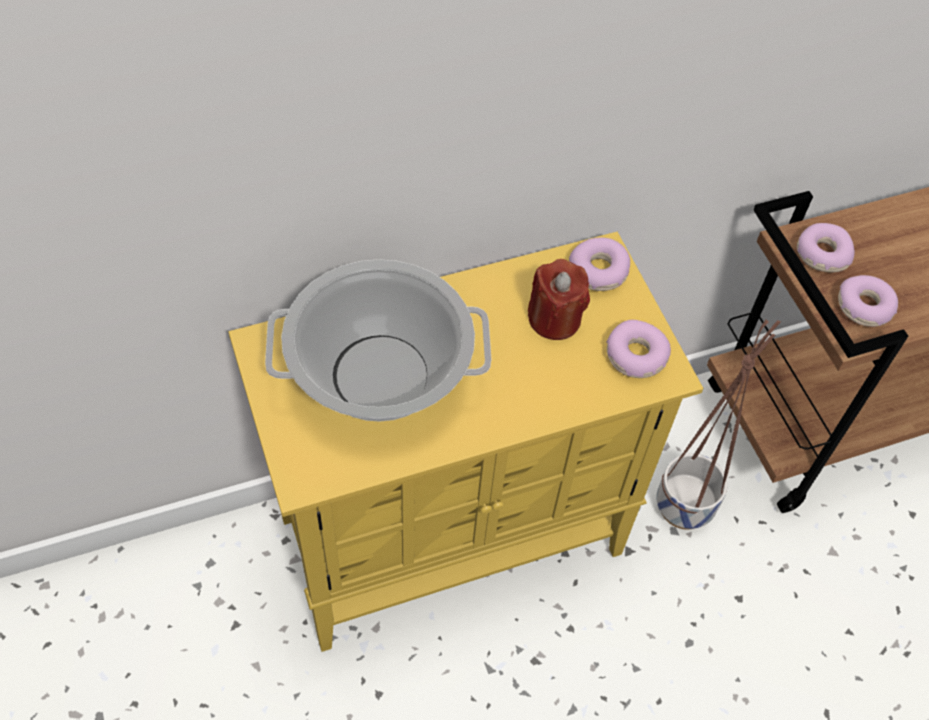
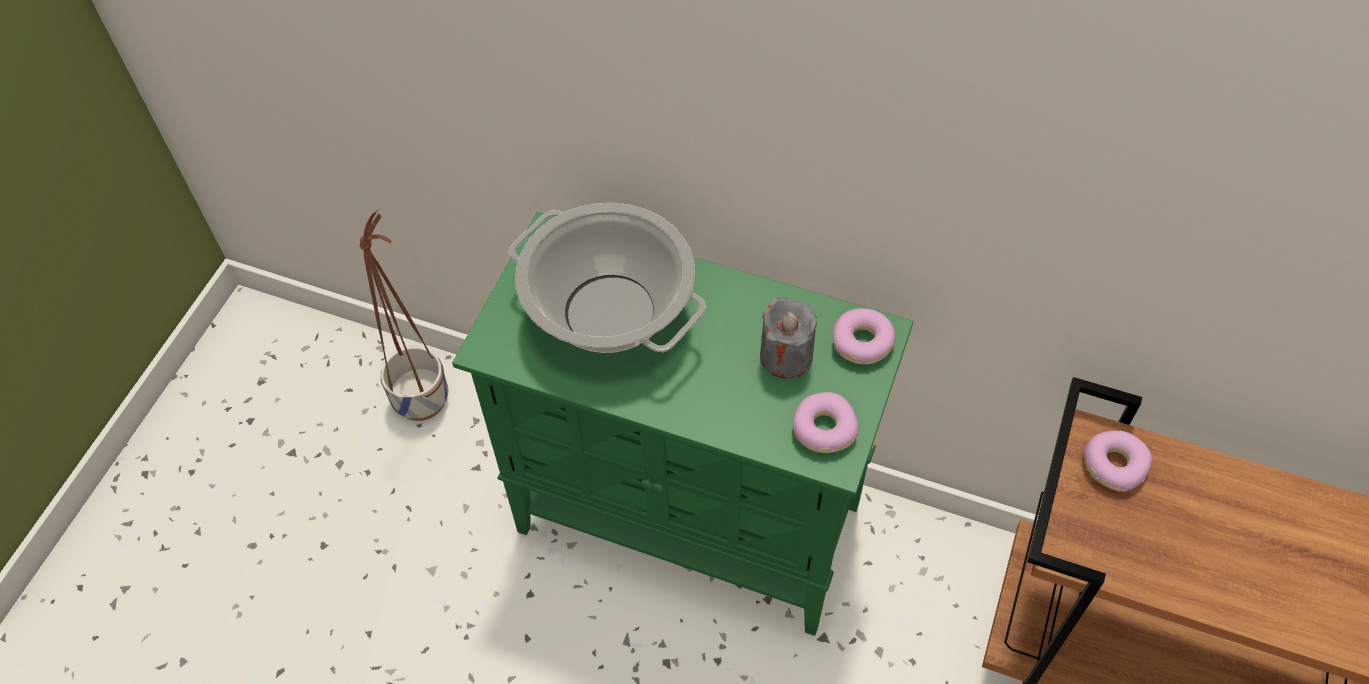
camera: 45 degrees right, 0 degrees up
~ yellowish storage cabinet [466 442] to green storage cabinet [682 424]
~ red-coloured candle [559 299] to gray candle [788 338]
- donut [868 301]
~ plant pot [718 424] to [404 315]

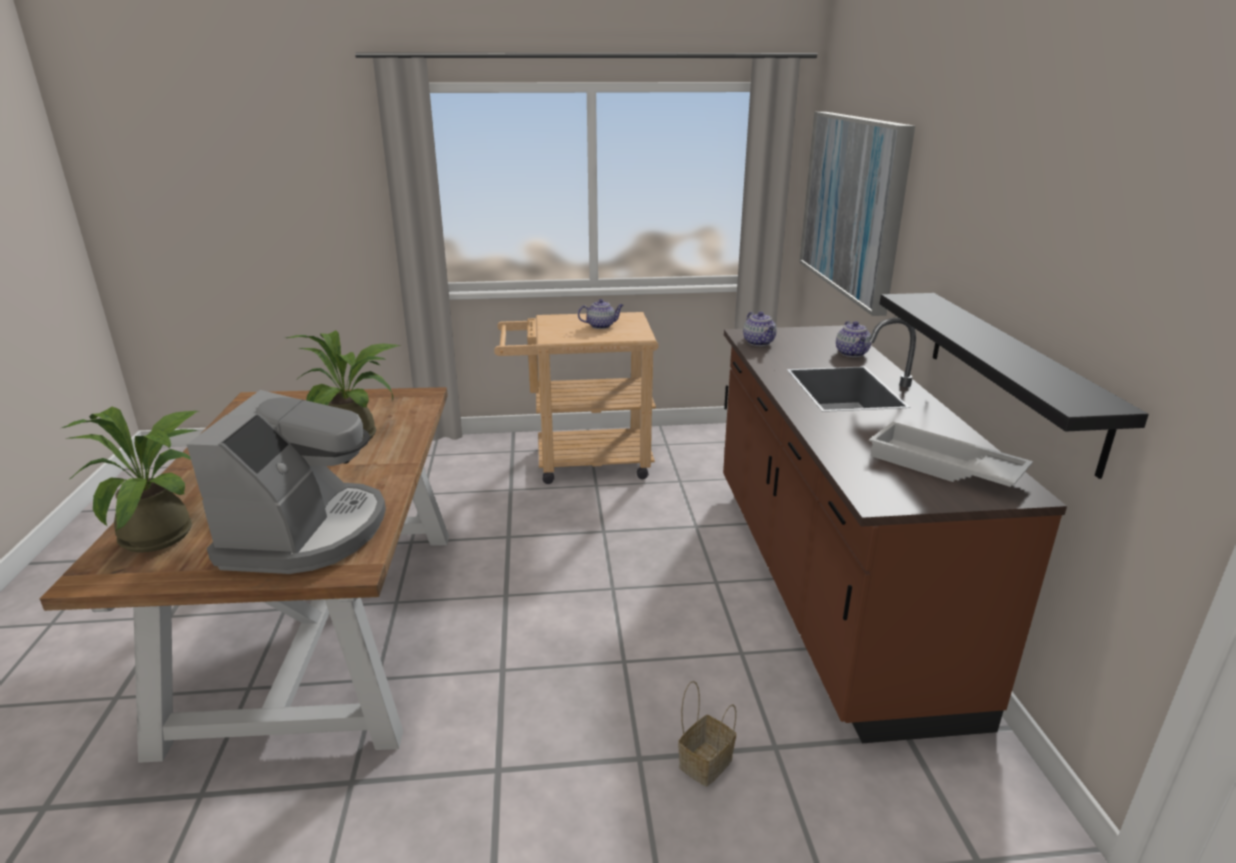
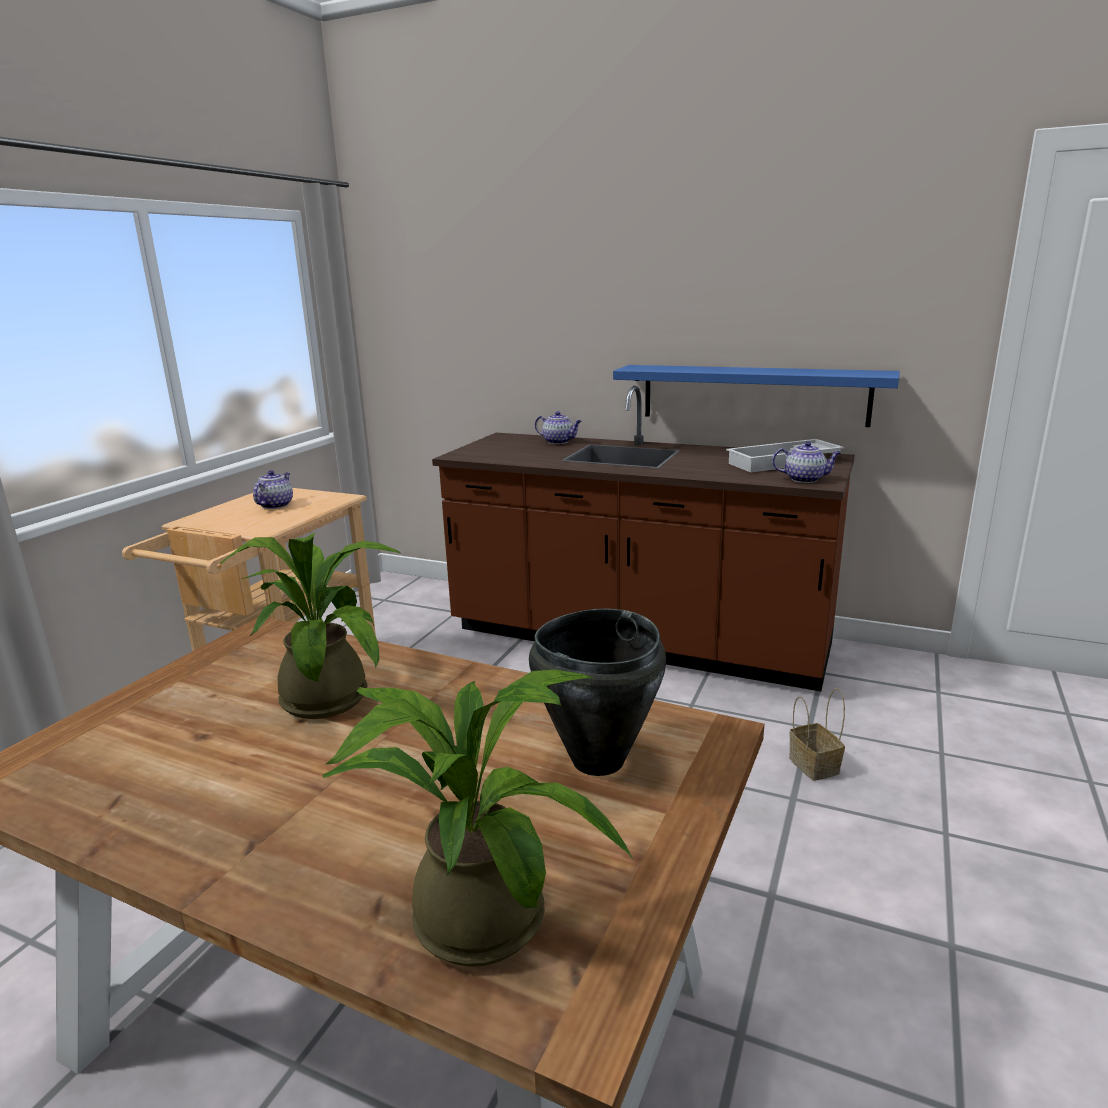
camera: 60 degrees left, 5 degrees down
- wall art [857 214]
~ black wall shelf [1014 386] to blue wall shelf [756 396]
~ teapot [760 329] to [806 462]
~ coffee machine [286 482] to black cooking pot [597 692]

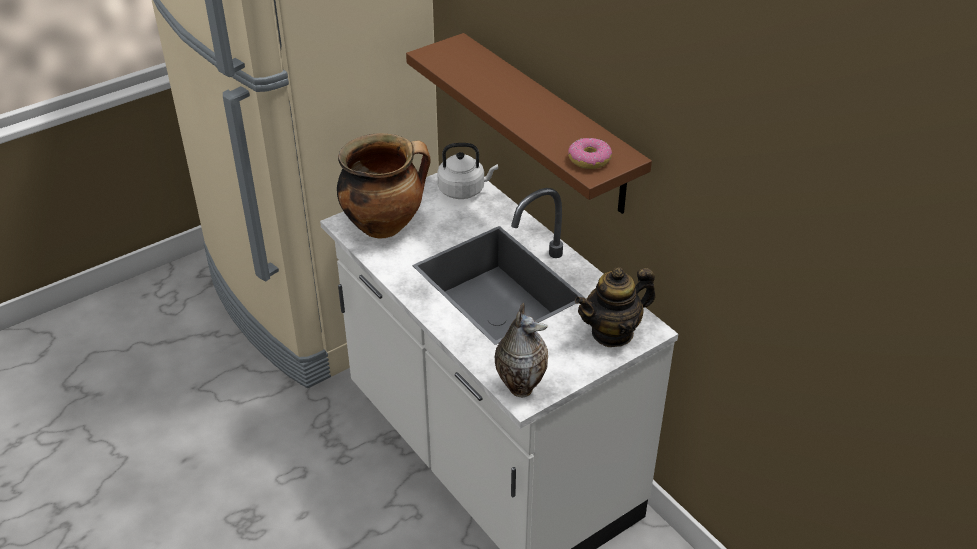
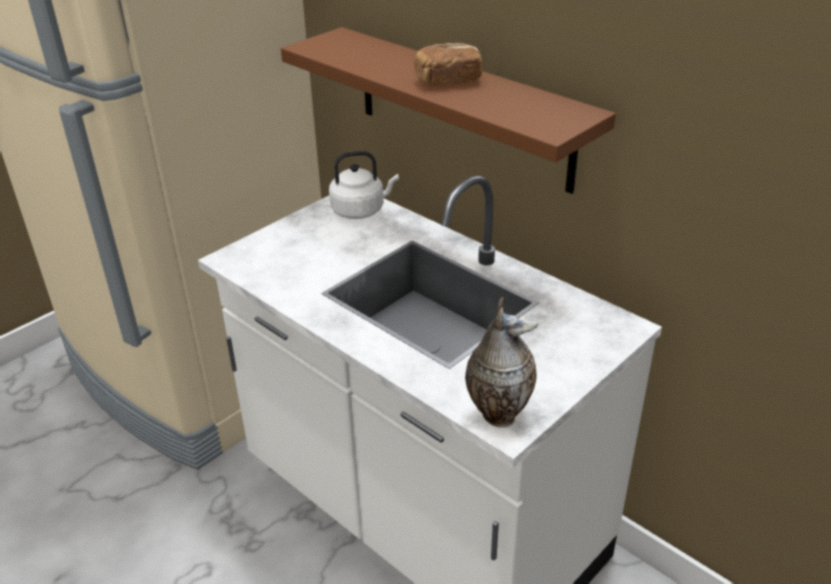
camera: 10 degrees left, 5 degrees down
- cooking pot [383 186]
- donut [590 153]
- teapot [615 307]
+ bread [448 63]

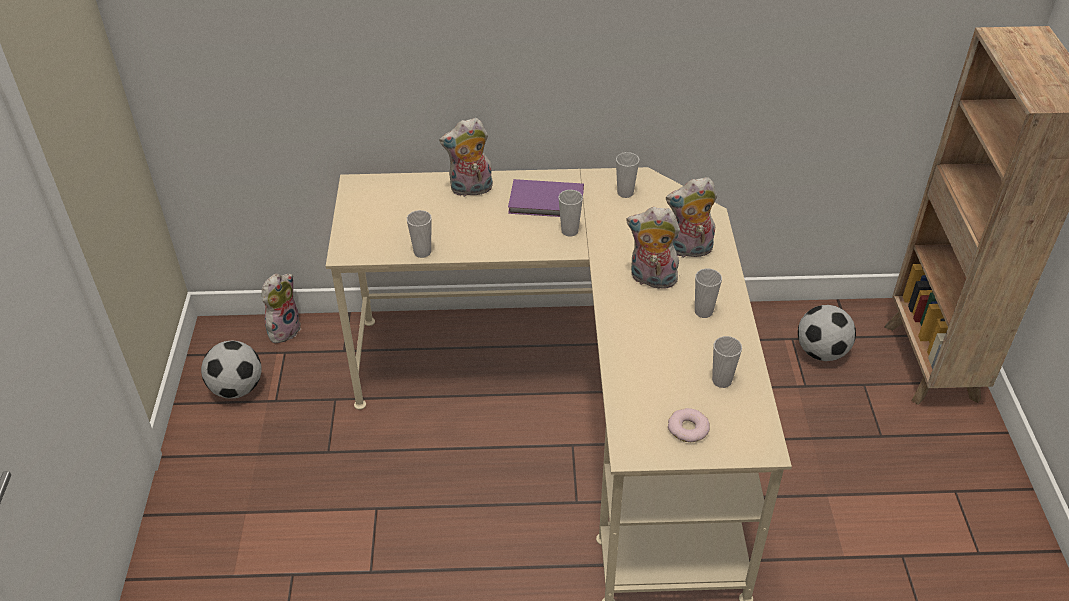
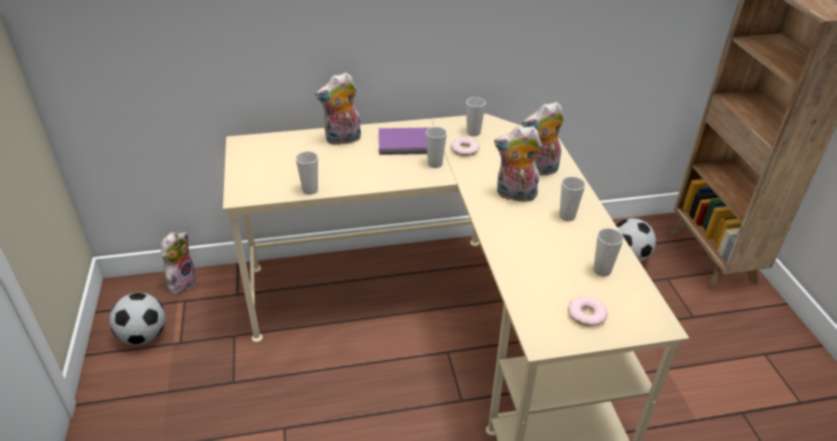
camera: 10 degrees left, 5 degrees down
+ donut [465 146]

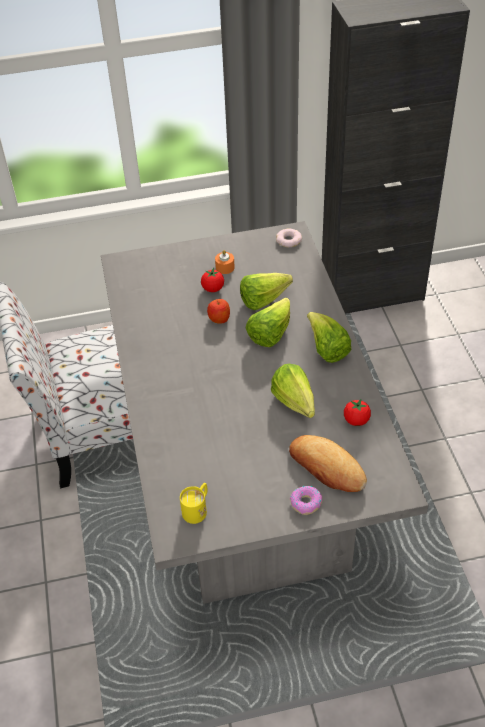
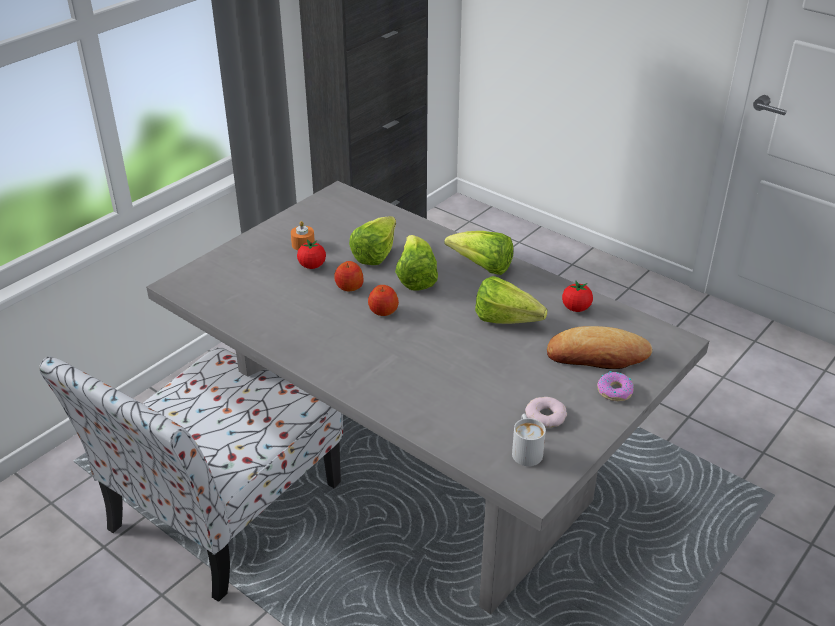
camera: 40 degrees left, 10 degrees down
~ donut [289 238] to [546 412]
~ yellowish tea mug [193 503] to white-coloured tea mug [529 440]
+ apple [383 300]

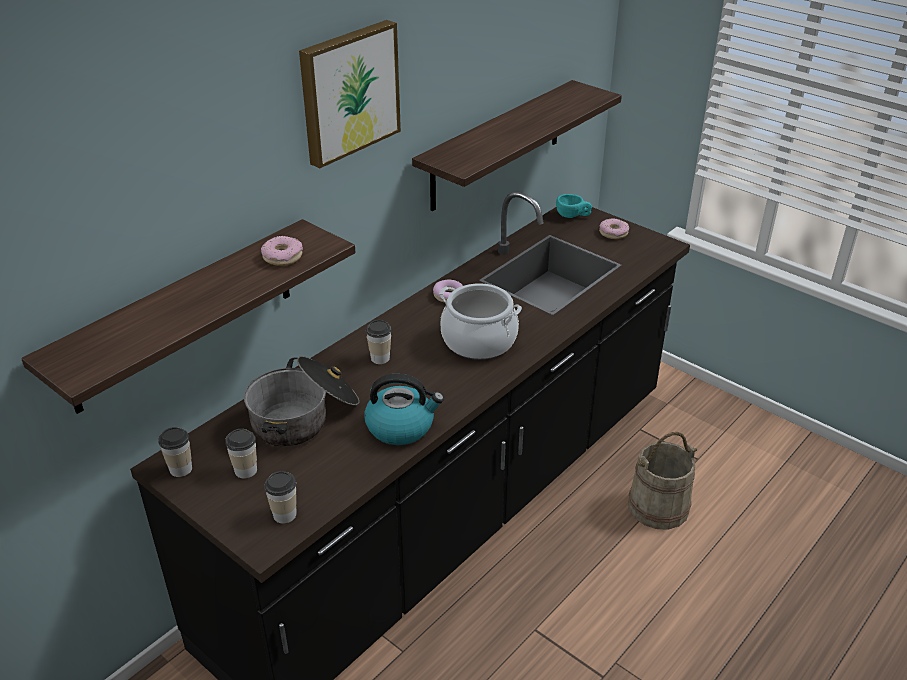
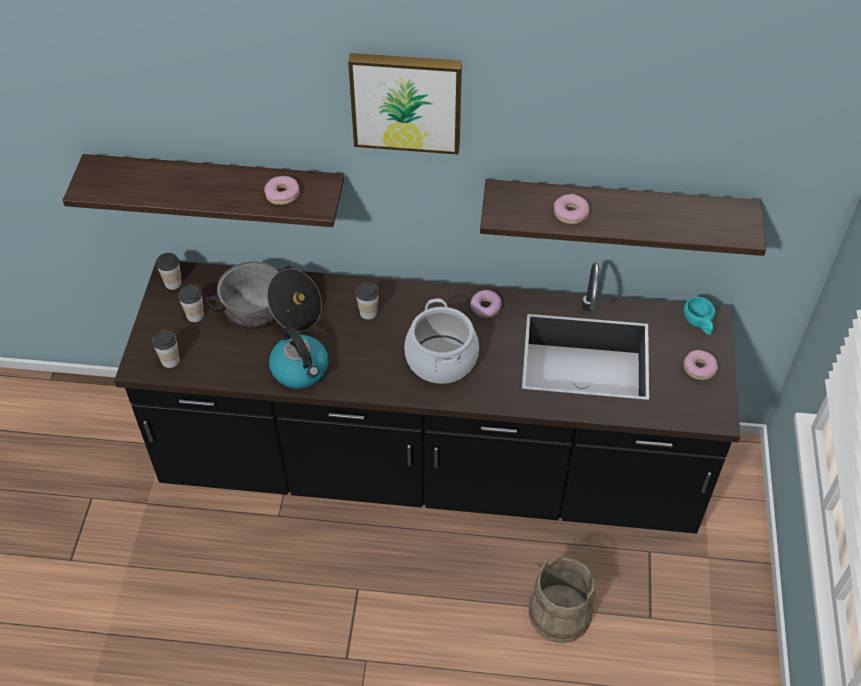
camera: 55 degrees right, 15 degrees up
+ donut [572 209]

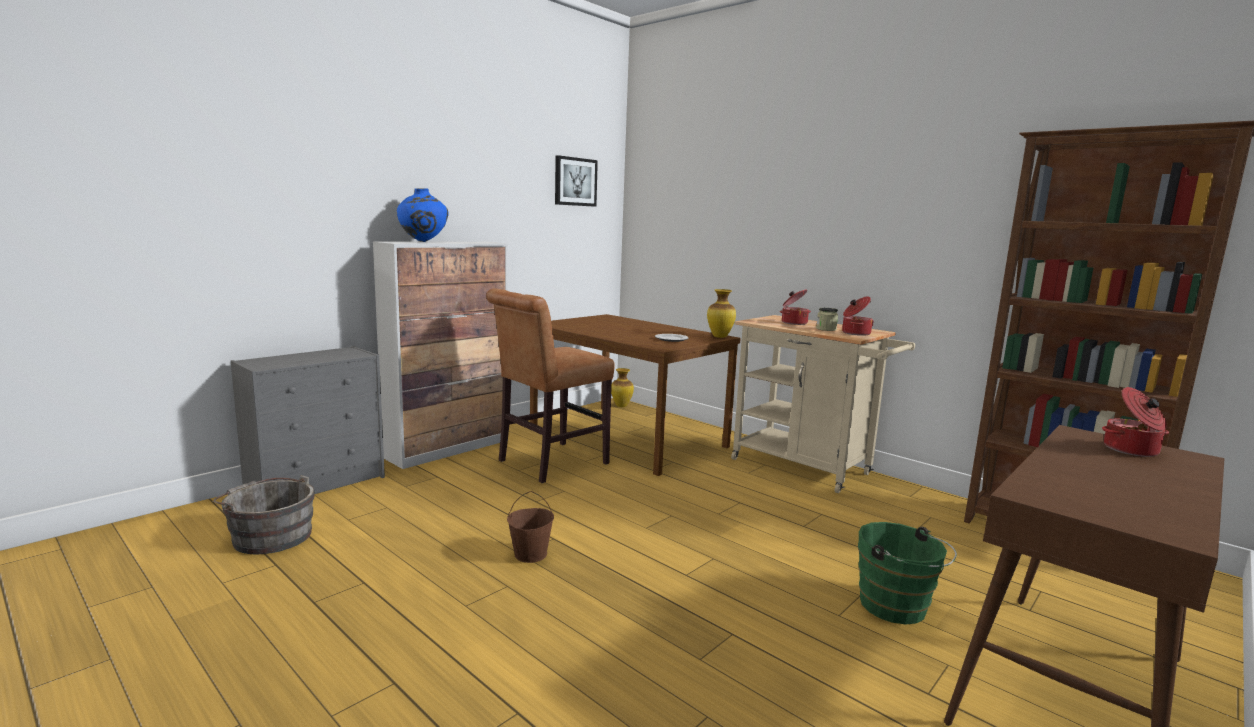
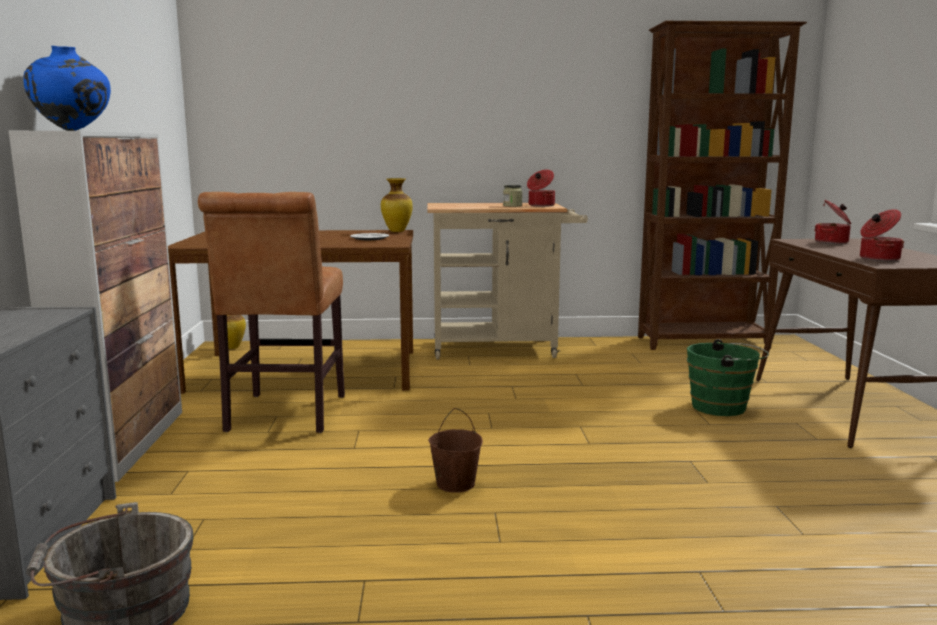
camera: 45 degrees left, 0 degrees up
- wall art [576 181]
~ cooking pot [795 307] to [882 235]

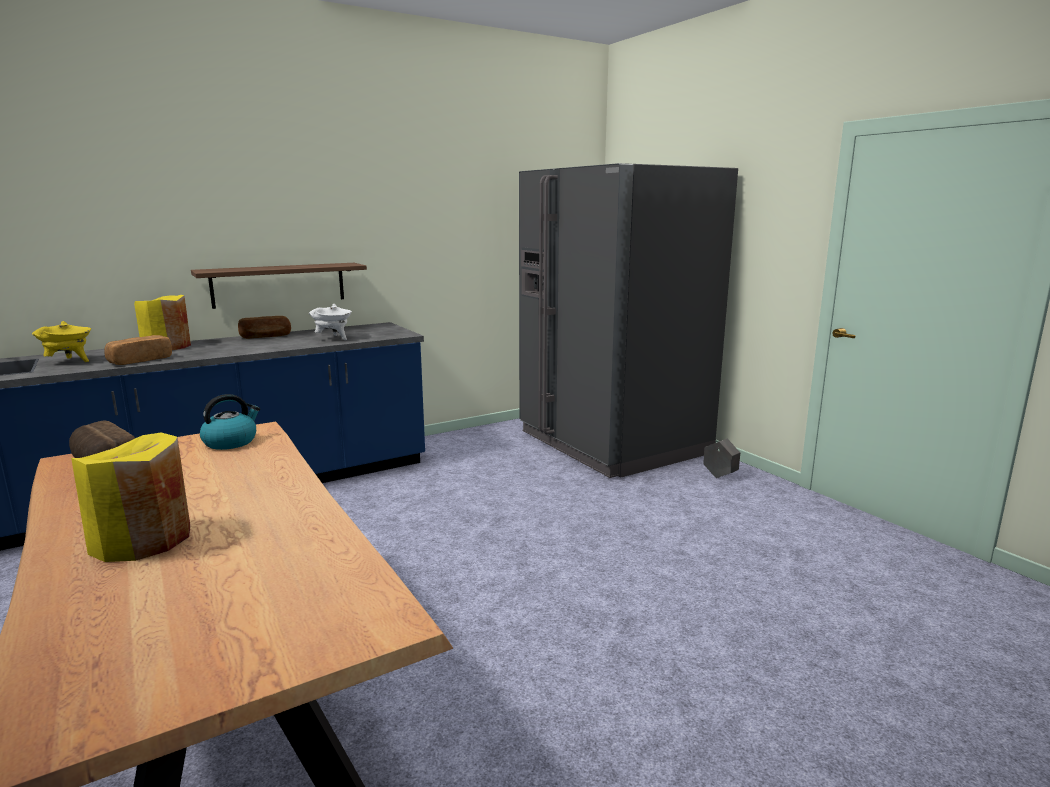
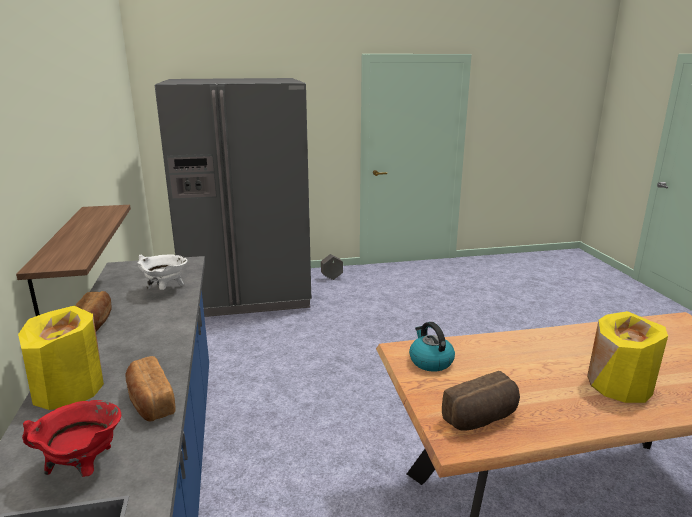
camera: 70 degrees left, 5 degrees up
~ yellowish cooking pot [61 341] to red-coloured cooking pot [71 438]

